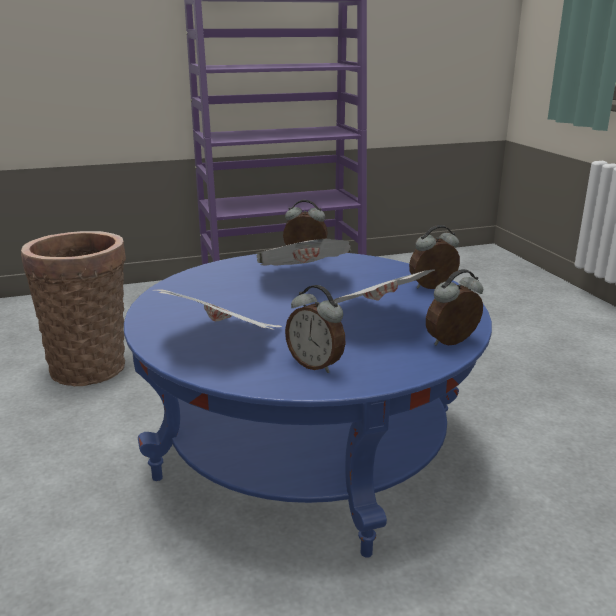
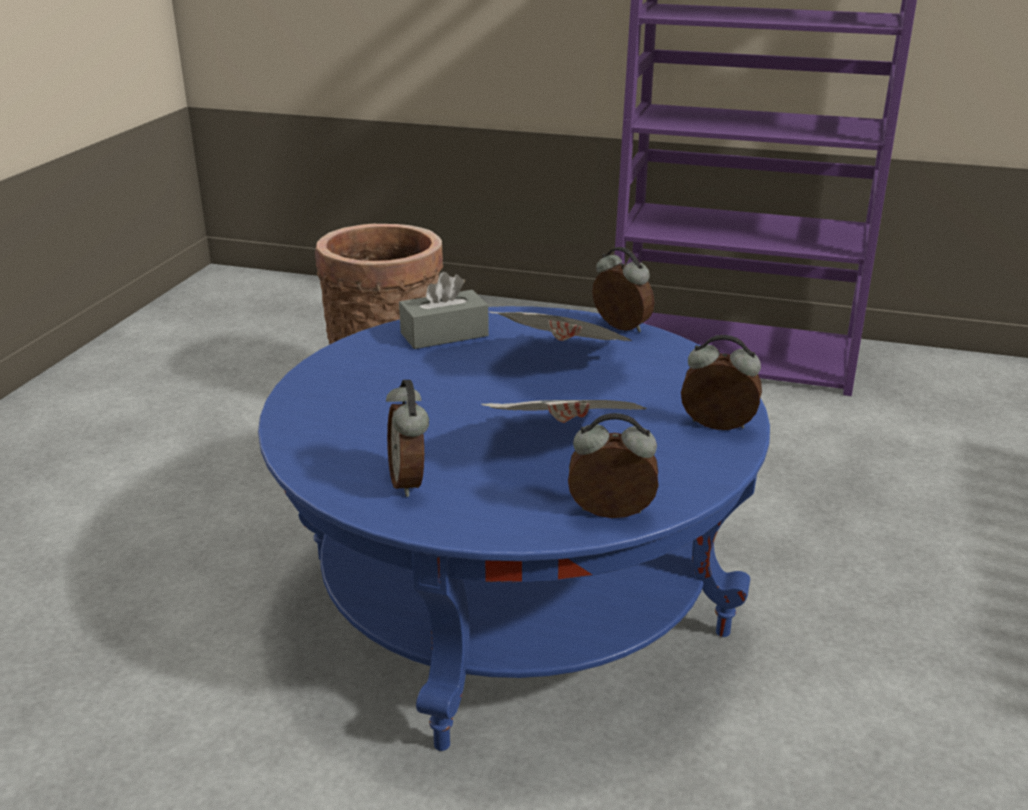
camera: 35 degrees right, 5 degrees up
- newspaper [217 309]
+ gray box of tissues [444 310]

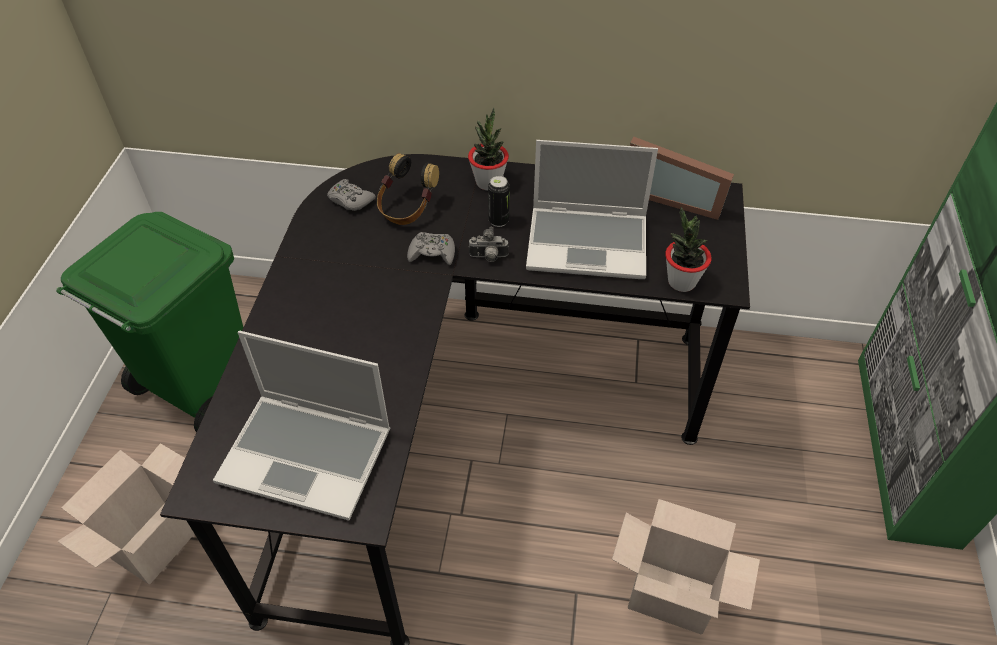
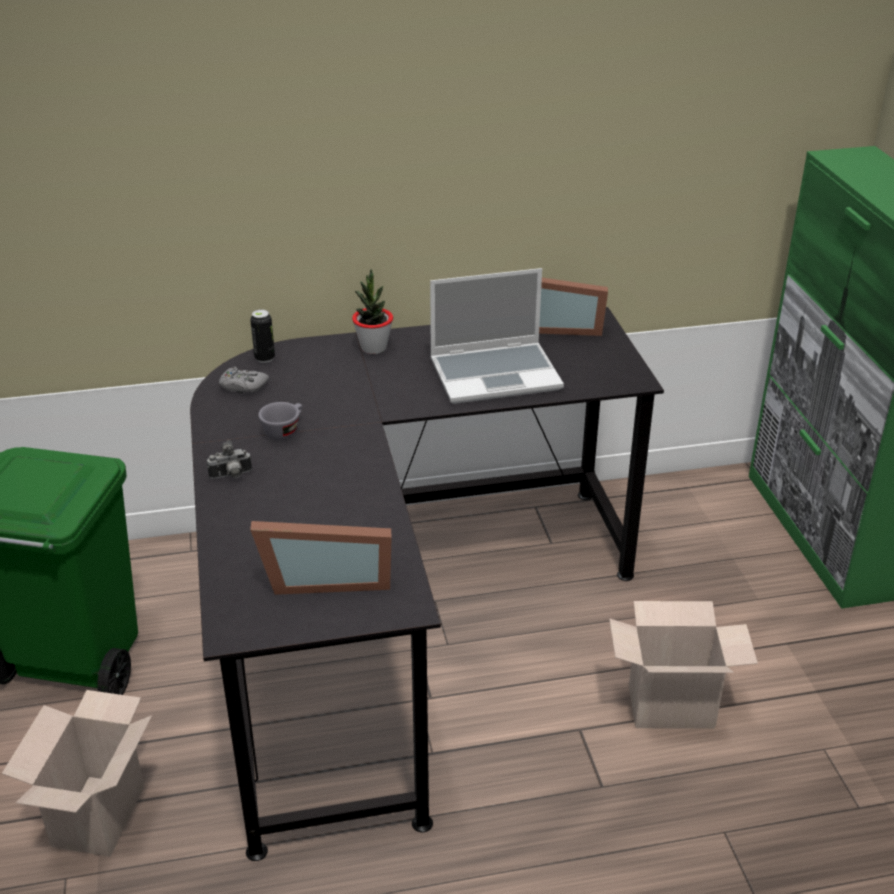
camera: 20 degrees left, 15 degrees down
- pair of headphones [408 189]
~ can [499 201] to [262 336]
- plant in a pot [688 249]
~ still camera [488 244] to [229 459]
- gray gamepad [431 248]
~ notebook computer [301 425] to standing frame [321 558]
+ gray cup [280 421]

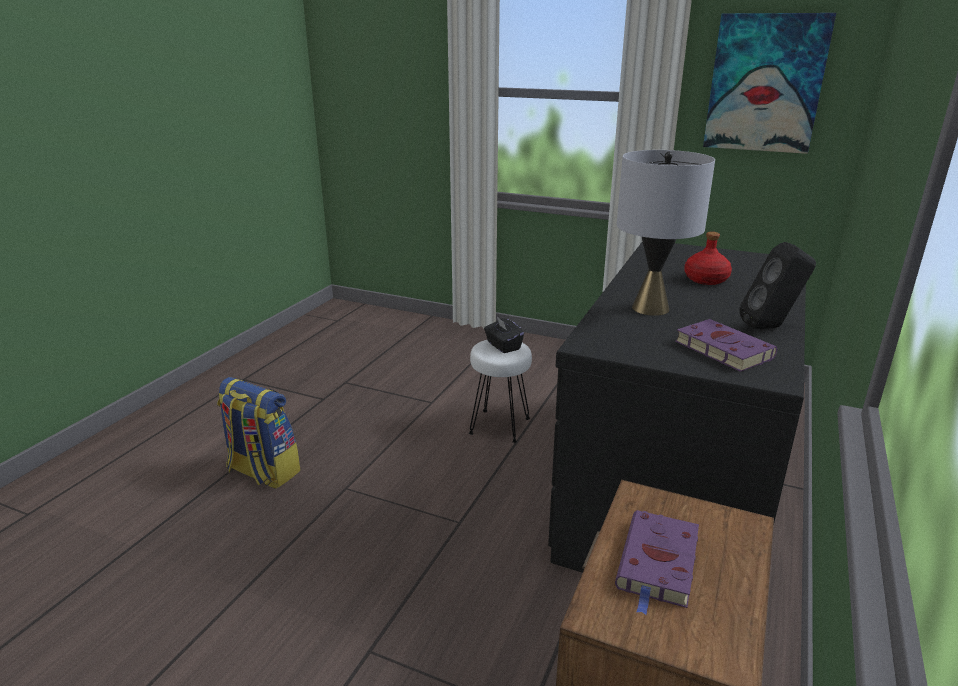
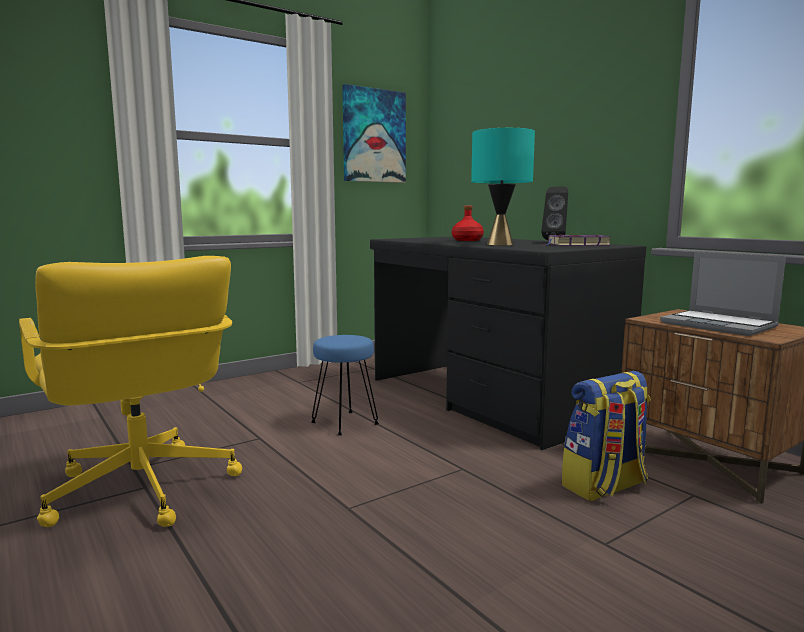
camera: 60 degrees left, 15 degrees down
~ gray table lamp [666 233] to turquoise-coloured table lamp [503 186]
- black box of tissues [504 335]
~ white-coloured stool seat [500 391] to blue stool seat [345 385]
~ backpack [258 433] to [606 436]
~ purplish book [657 562] to notebook computer [723 294]
+ yellowish desk chair [130 391]

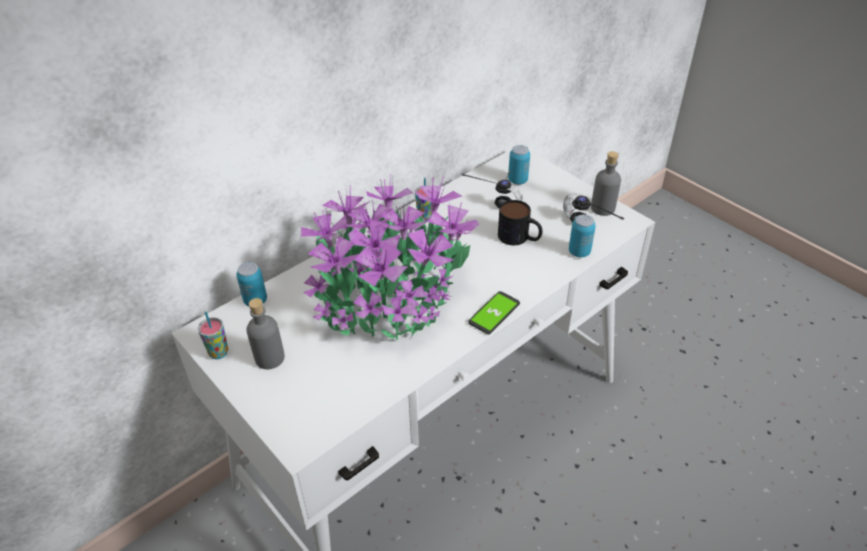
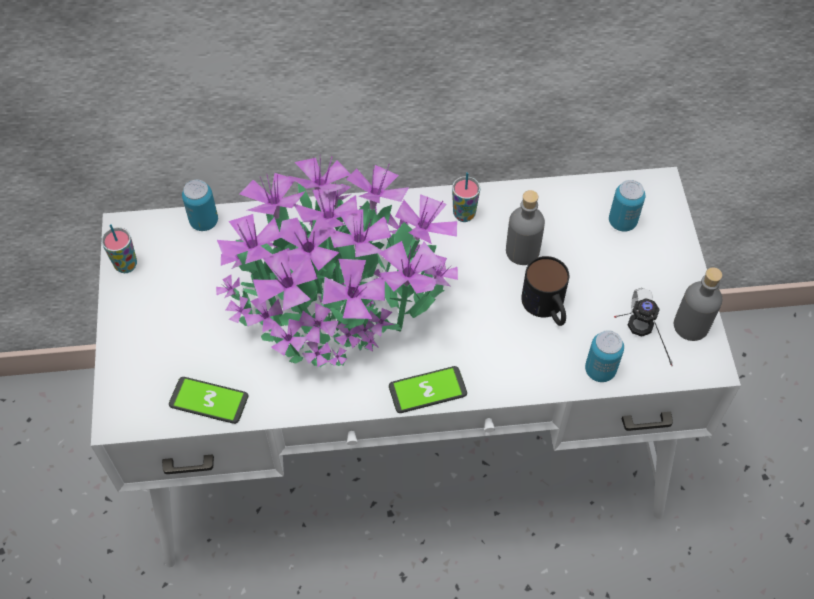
camera: 35 degrees right, 15 degrees up
- pair of headphones [491 189]
~ gray bottle [265 333] to [525 227]
+ handset [208 400]

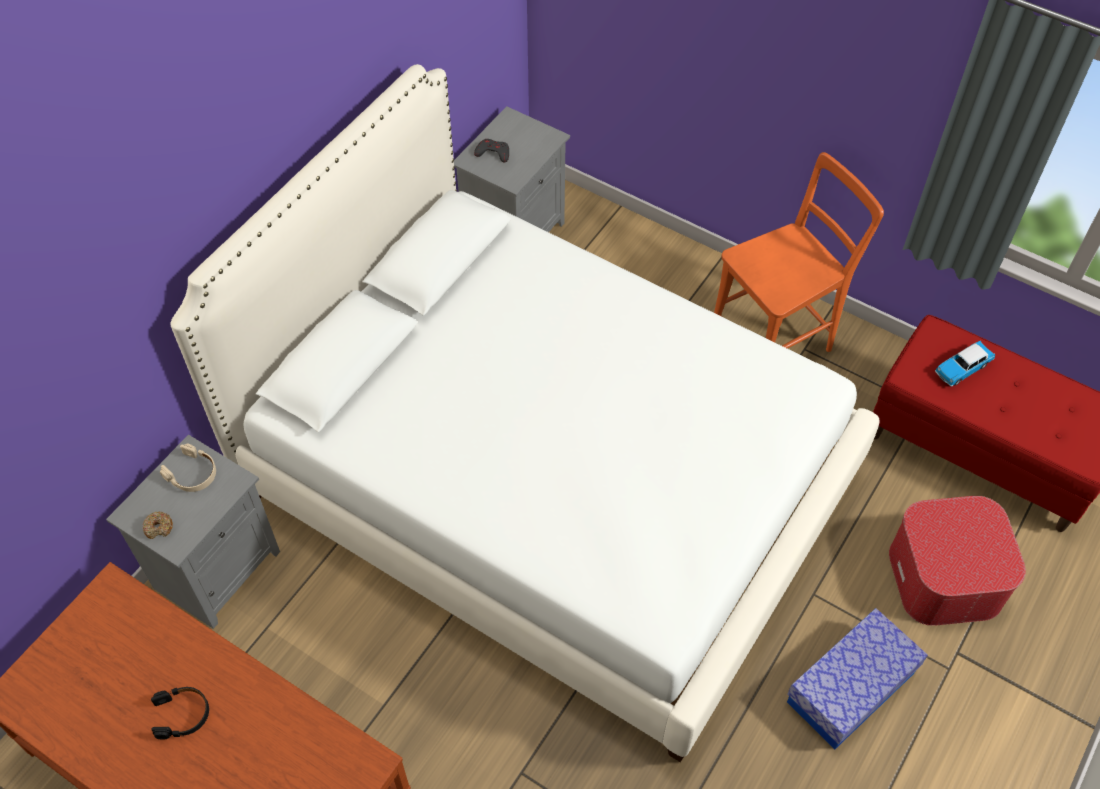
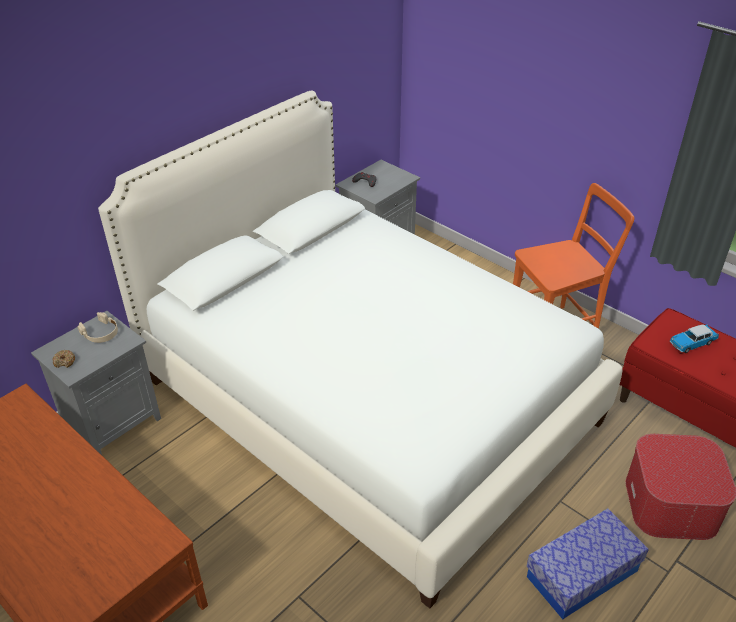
camera: 10 degrees right, 15 degrees down
- black pair of headphones [180 713]

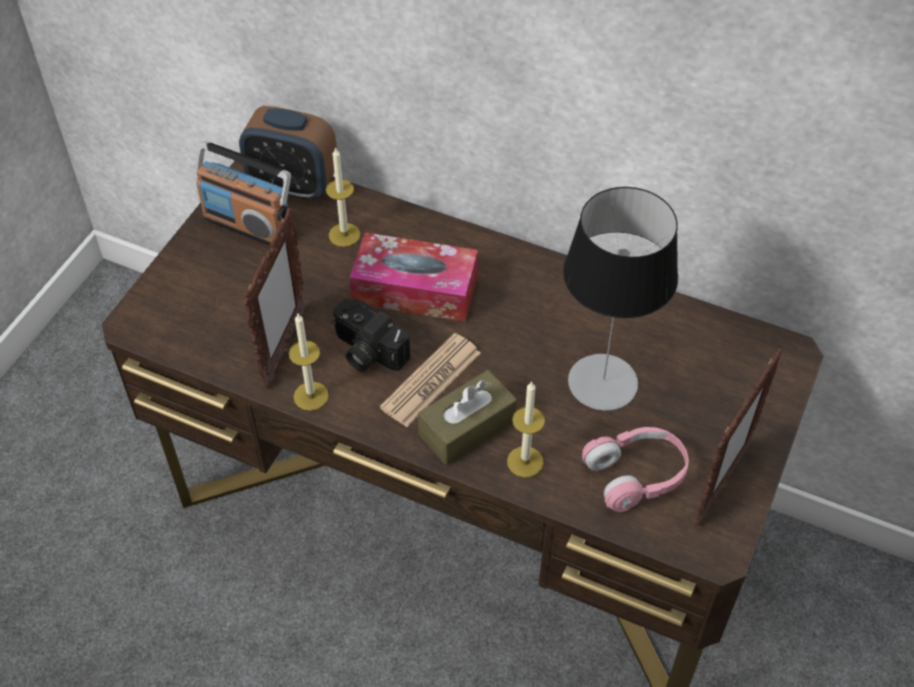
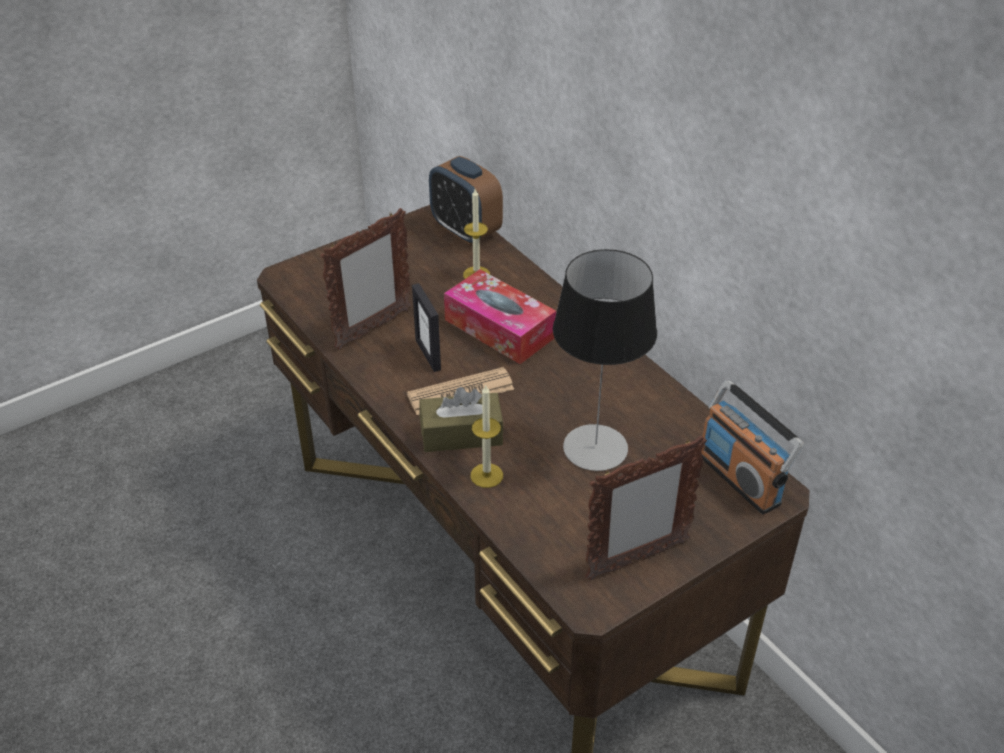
camera: 30 degrees right, 10 degrees down
~ radio receiver [243 193] to [753 448]
~ still camera [370 335] to standing frame [426 327]
- candle [309 362]
- pink-coloured pair of headphones [635 469]

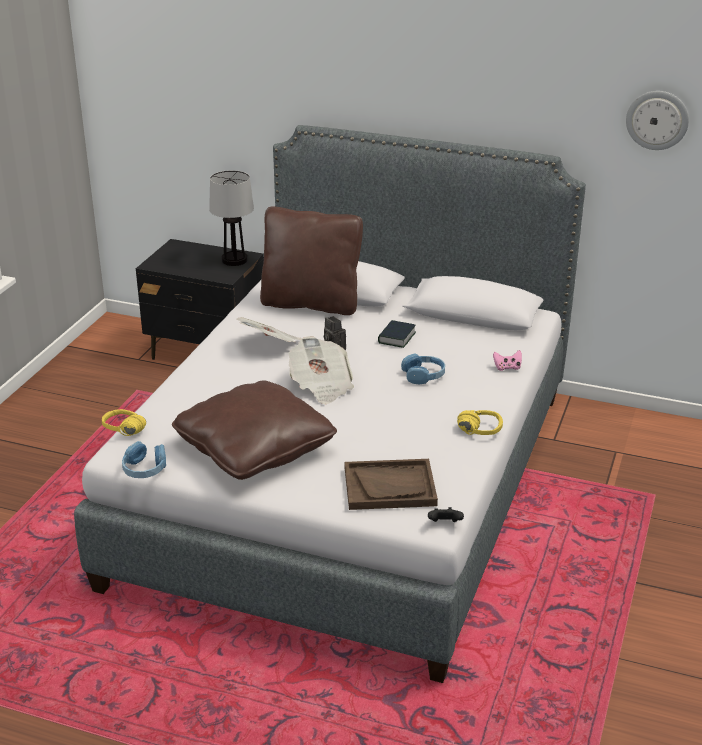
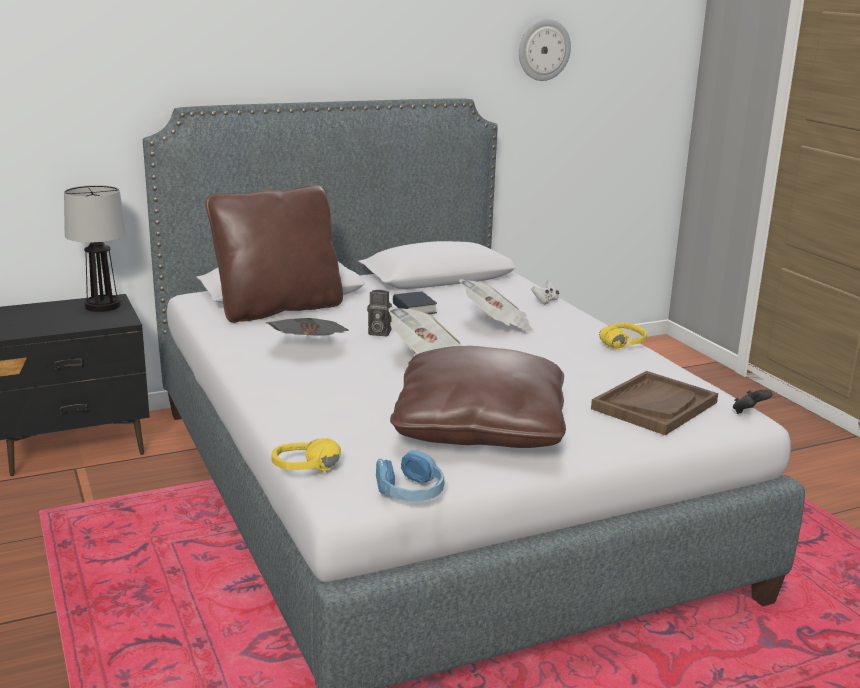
camera: 45 degrees left, 10 degrees down
~ pink-coloured gamepad [507 360] to white-coloured gamepad [545 292]
~ blue pair of headphones [423 369] to newspaper [497 306]

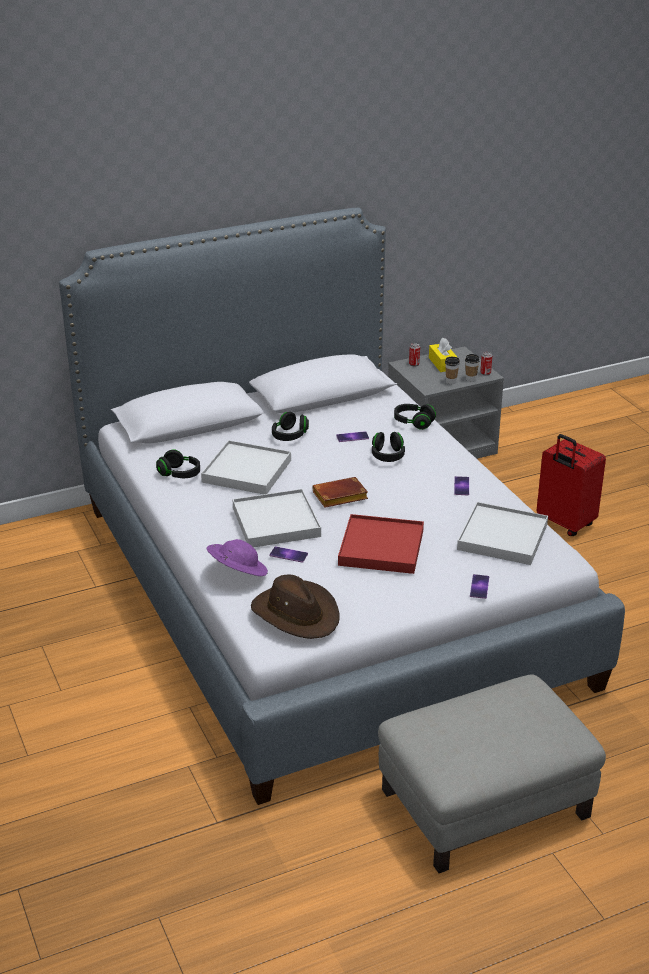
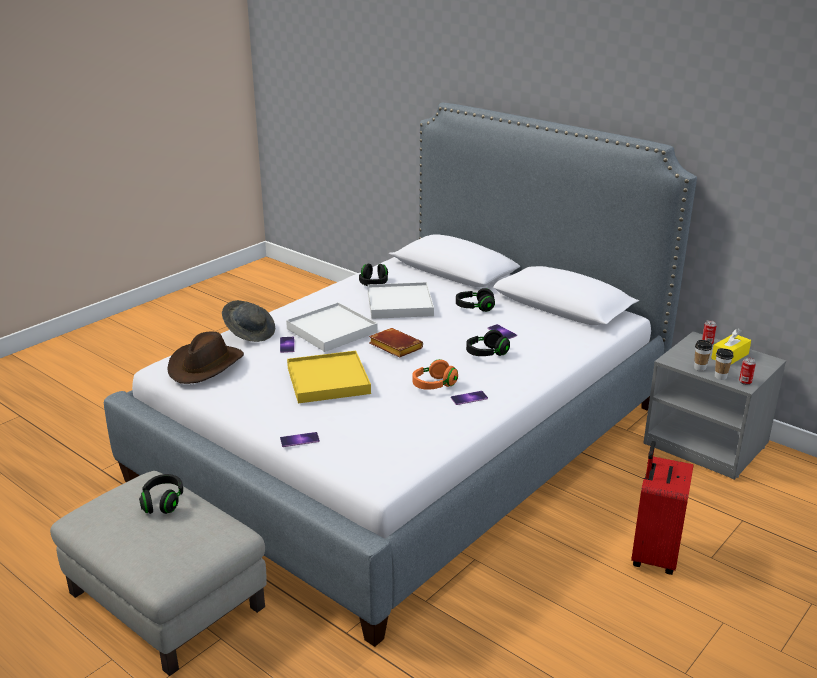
camera: 65 degrees right, 5 degrees down
~ black pair of headphones [415 417] to [161 494]
- white-coloured serving tray [502 533]
~ red-coloured serving tray [381 544] to yellowish serving tray [329 377]
~ purplish clothing hat [237 557] to gray clothing hat [248 321]
+ orangey pair of headphones [435 374]

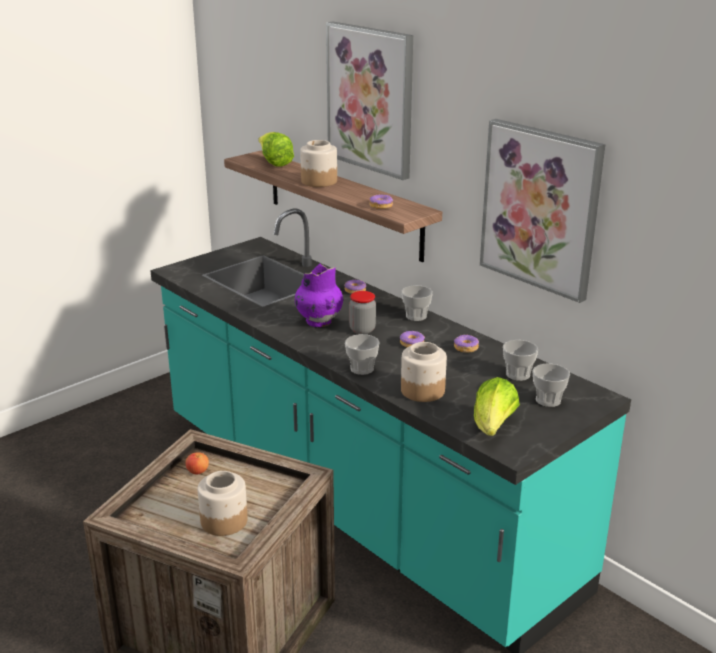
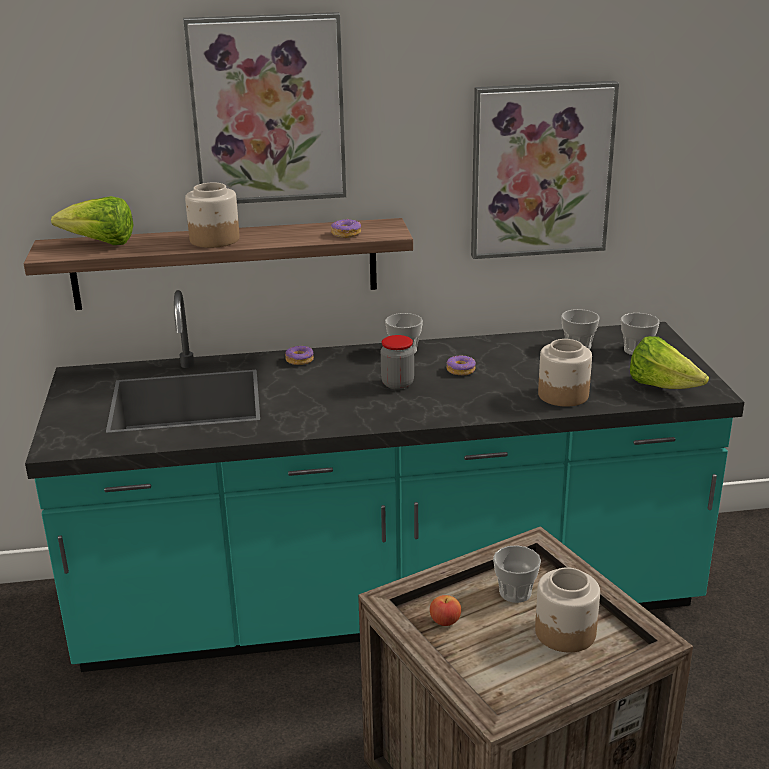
camera: 55 degrees left, 0 degrees up
- purplish decorative vase [319 295]
~ cup [362 354] to [517 574]
- donut [466 344]

